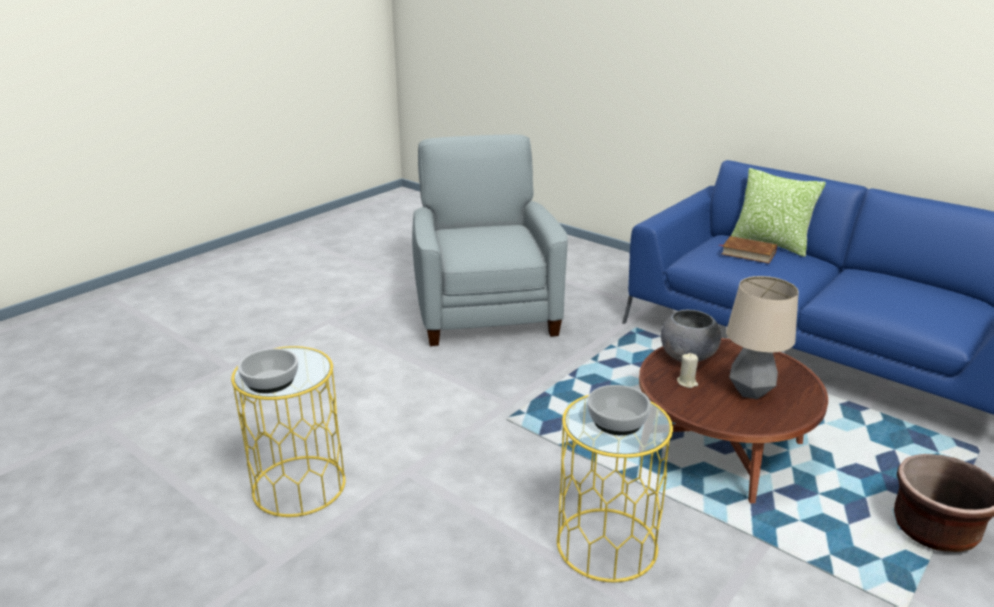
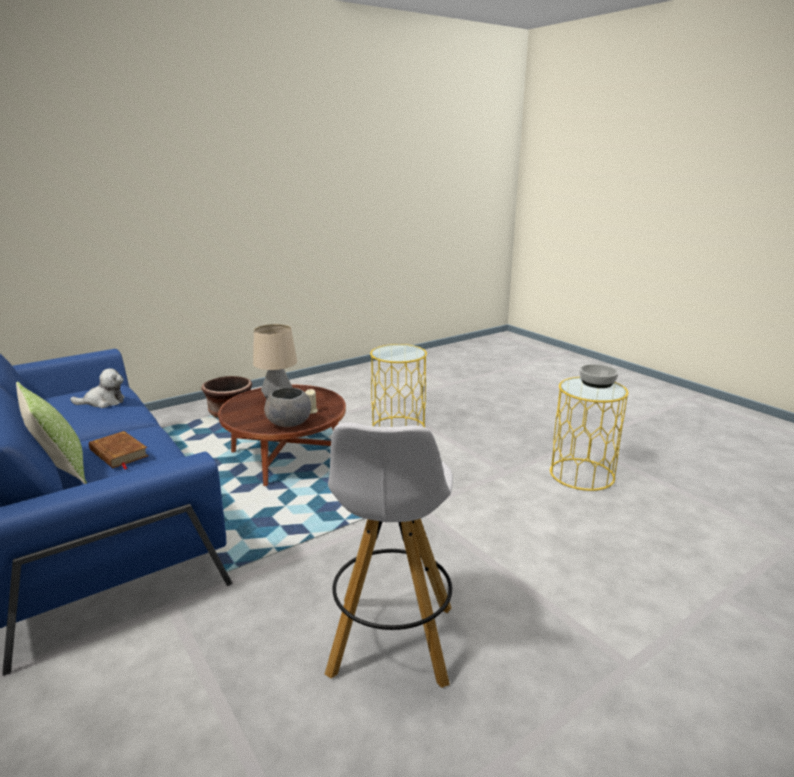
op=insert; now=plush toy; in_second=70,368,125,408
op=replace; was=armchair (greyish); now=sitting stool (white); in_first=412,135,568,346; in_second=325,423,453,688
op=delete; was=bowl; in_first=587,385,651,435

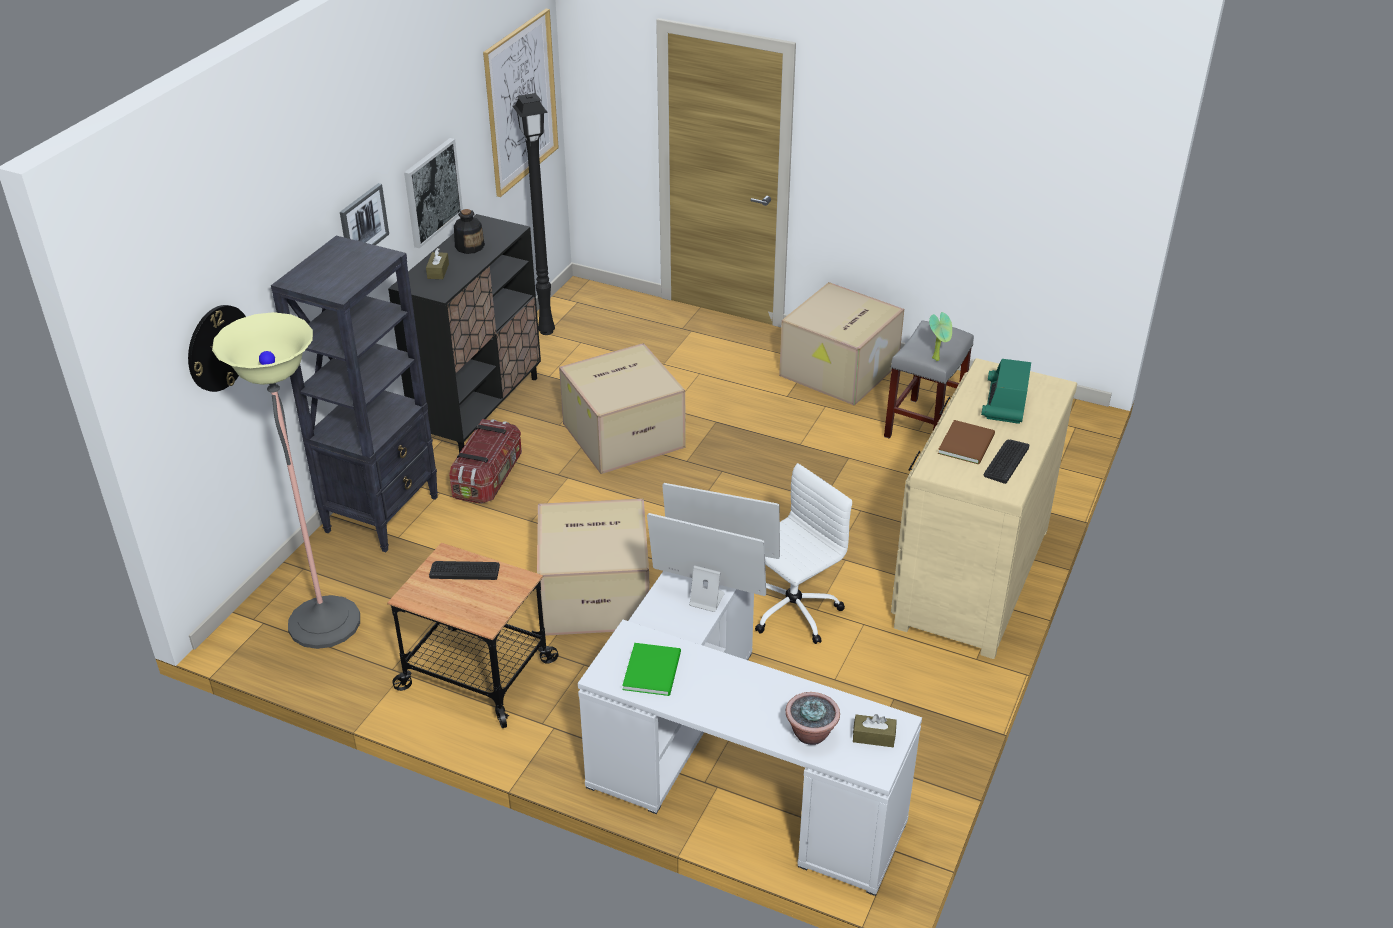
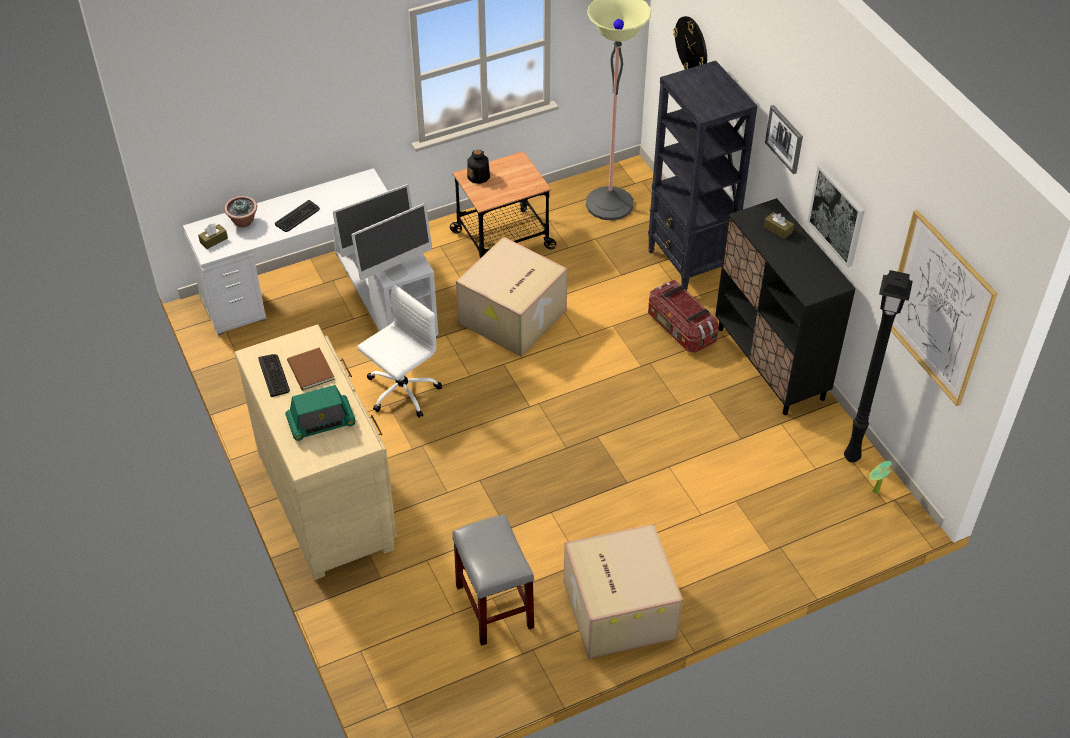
op=move; was=PC keyboard; in_first=429,561,500,580; in_second=275,200,320,232
op=rotate; was=radio receiver; in_first=981,359,1031,424; in_second=285,385,355,441; clockwise=105
op=rotate; was=desk chair (white); in_first=755,463,852,644; in_second=357,284,442,418; clockwise=-135
op=move; was=beverage bottle; in_first=454,209,485,254; in_second=467,149,490,184
op=move; was=plant in a pot; in_first=929,312,952,361; in_second=869,461,892,493
op=delete; was=packing box; in_first=559,343,686,474
op=delete; was=bound book (green); in_first=622,643,681,696

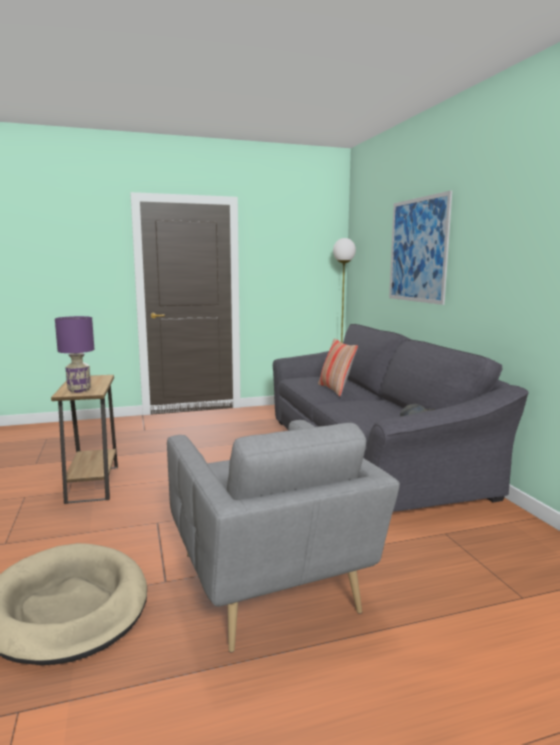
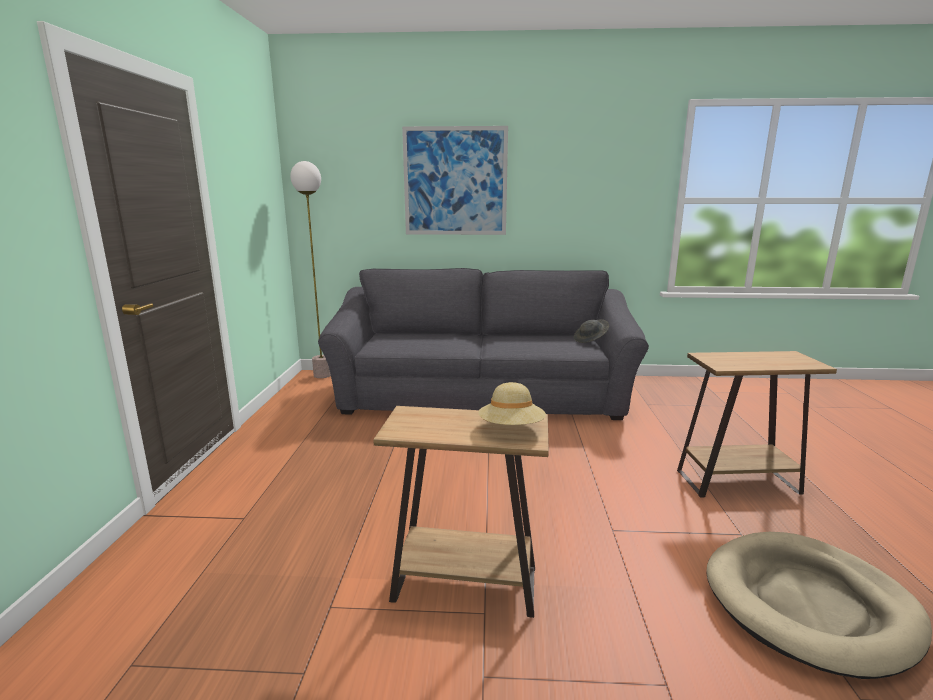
op=replace; was=tabletop lamp (purplish); now=wearable hat (sand-coloured); in_first=55,316,94,393; in_second=479,382,546,425
op=replace; was=armchair (greyish); now=side table (brown); in_first=167,420,400,652; in_second=677,351,837,498
op=delete; was=throw pillow; in_first=318,338,358,396

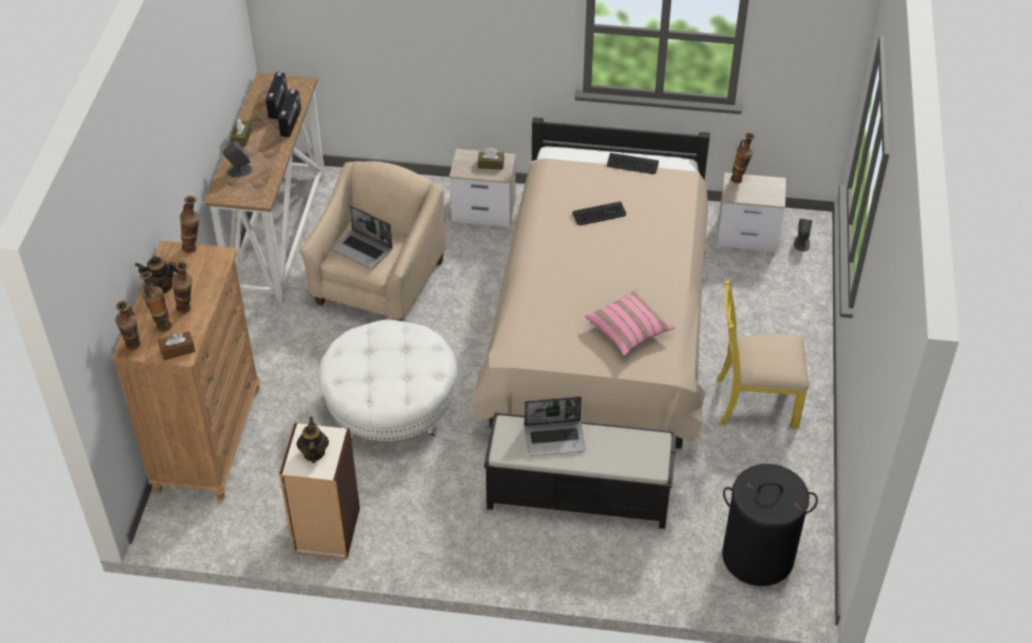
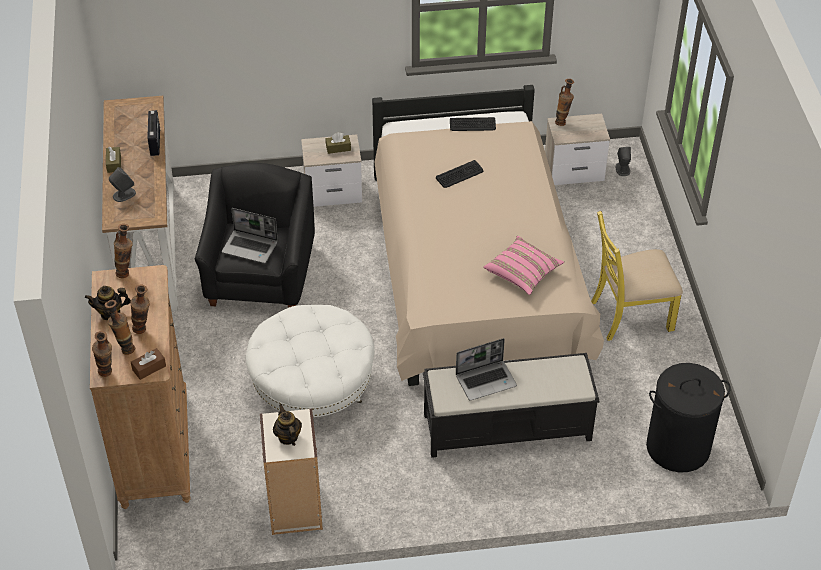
op=recolor; was=armchair (sand-coloured); now=armchair (black-coloured); in_first=300,161,446,321; in_second=194,163,315,308
op=delete; was=radio receiver; in_first=266,72,288,119

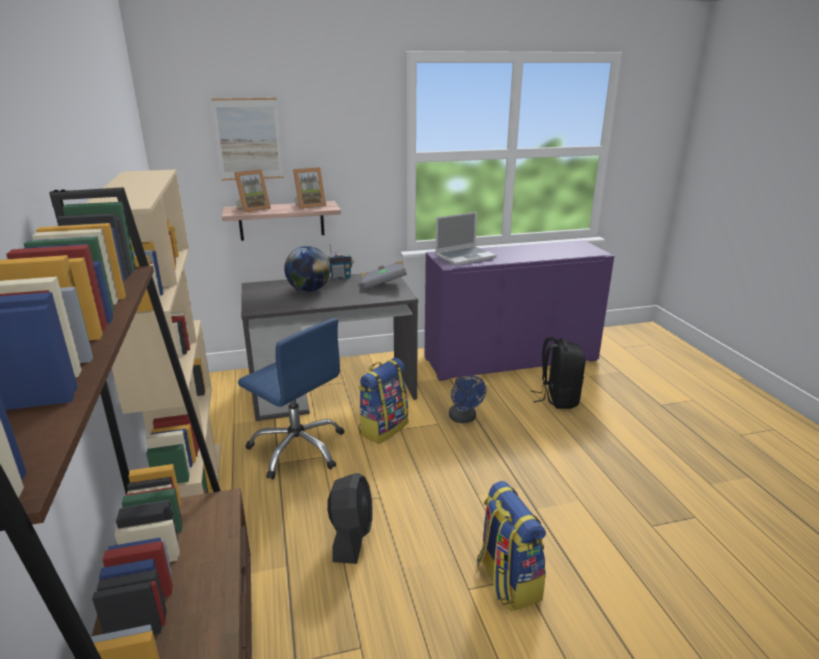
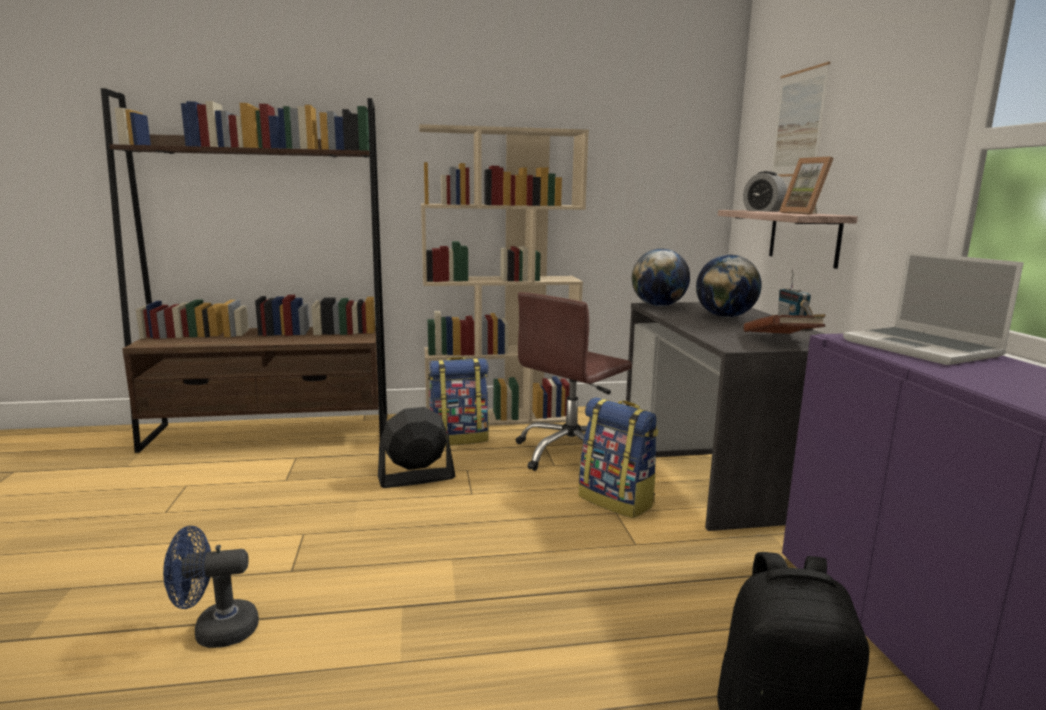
op=move; was=electric fan (bluish); in_first=449,376,486,423; in_second=163,526,259,648
op=rotate; was=electric fan (black-coloured); in_first=327,473,373,564; in_second=378,407,456,488; clockwise=150
op=move; was=backpack; in_first=477,481,546,611; in_second=428,357,489,446
op=recolor; was=desk chair (bluish); now=desk chair (brown); in_first=238,318,344,480; in_second=516,292,632,471
op=insert; now=desk globe; in_second=632,249,690,306
op=replace; was=standing frame; now=table clock; in_first=234,169,271,213; in_second=743,171,787,212
op=recolor; was=bound book (greyish); now=bound book (brown); in_first=361,260,407,289; in_second=743,314,826,334

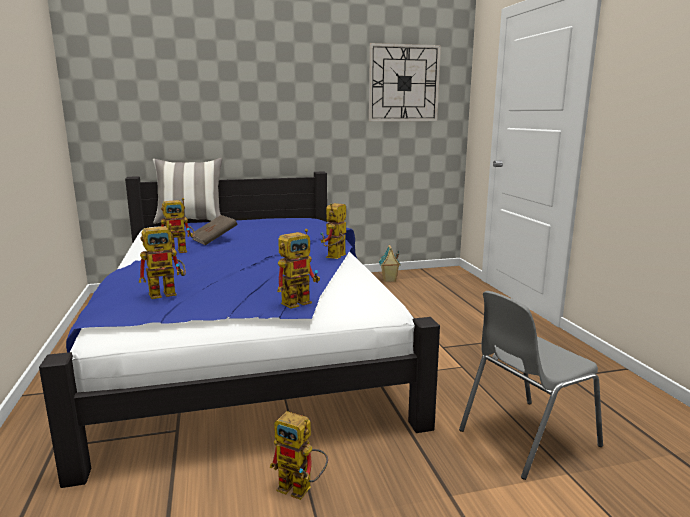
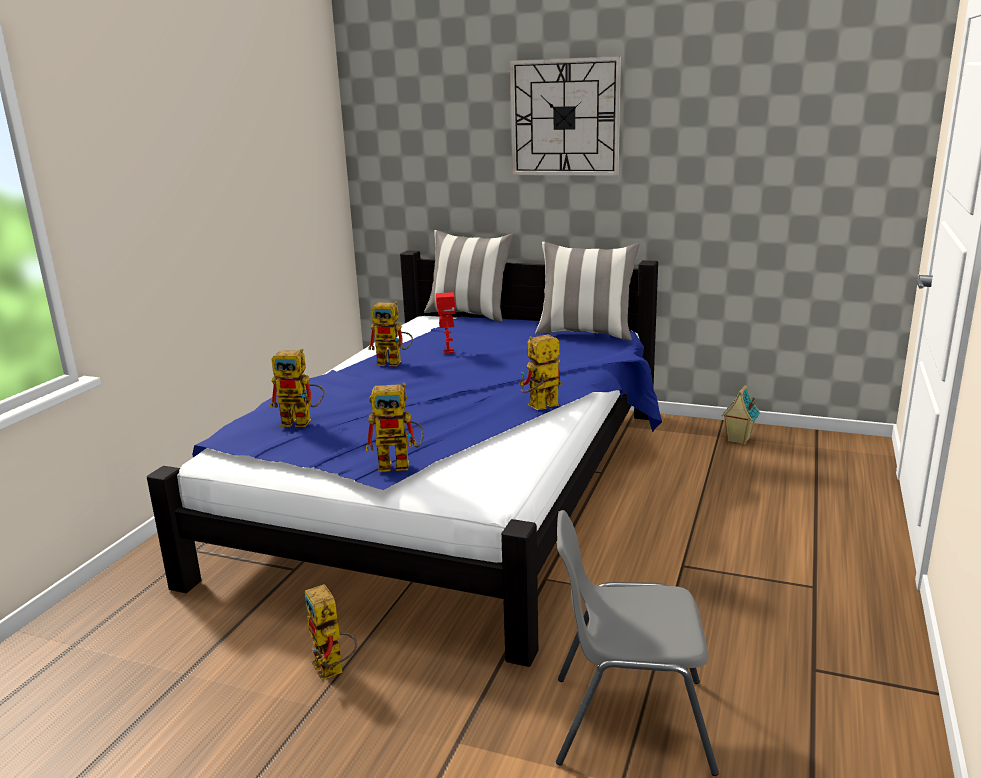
op=replace; was=bound book (brown); now=model robot; in_first=192,215,238,245; in_second=436,292,455,354
op=move; was=clock on the wall; in_first=369,43,441,121; in_second=510,56,621,176
op=insert; now=throw pillow; in_second=535,242,639,341

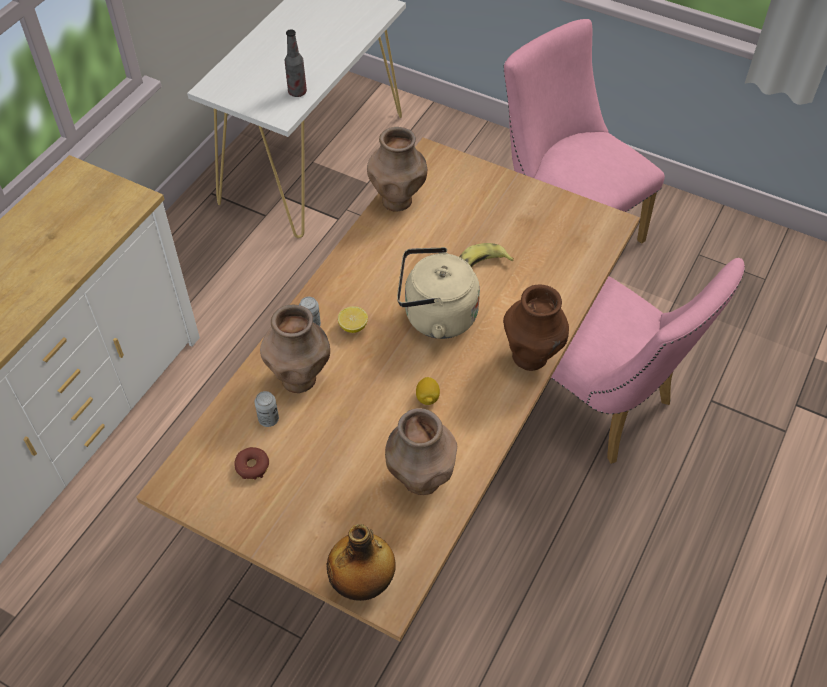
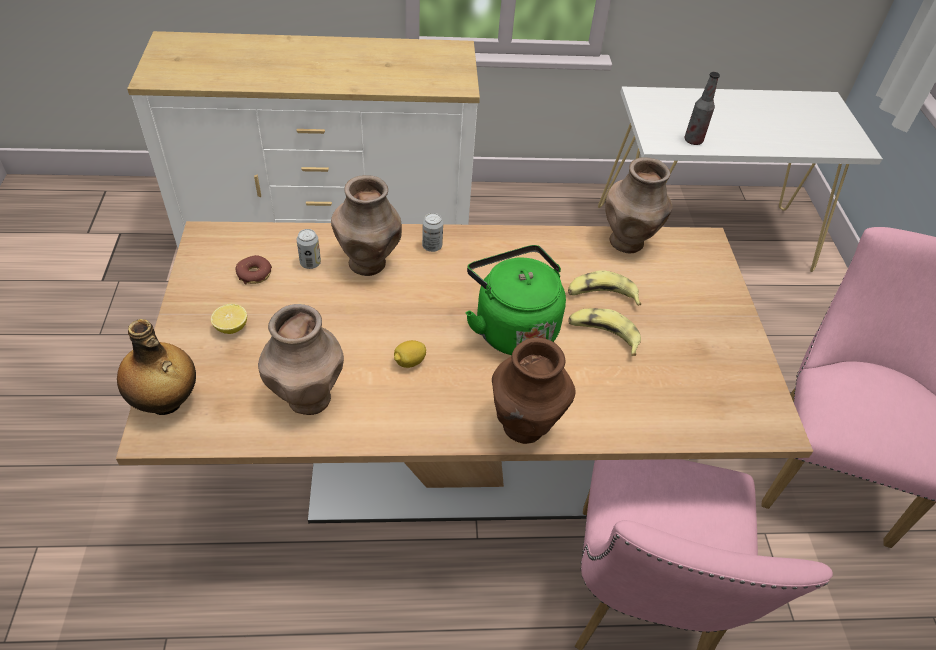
op=move; was=citrus fruit; in_first=338,306,368,333; in_second=211,304,247,334
op=recolor; was=kettle (sand-coloured); now=kettle (green); in_first=397,247,480,339; in_second=465,245,566,355
op=insert; now=banana; in_second=568,270,641,306

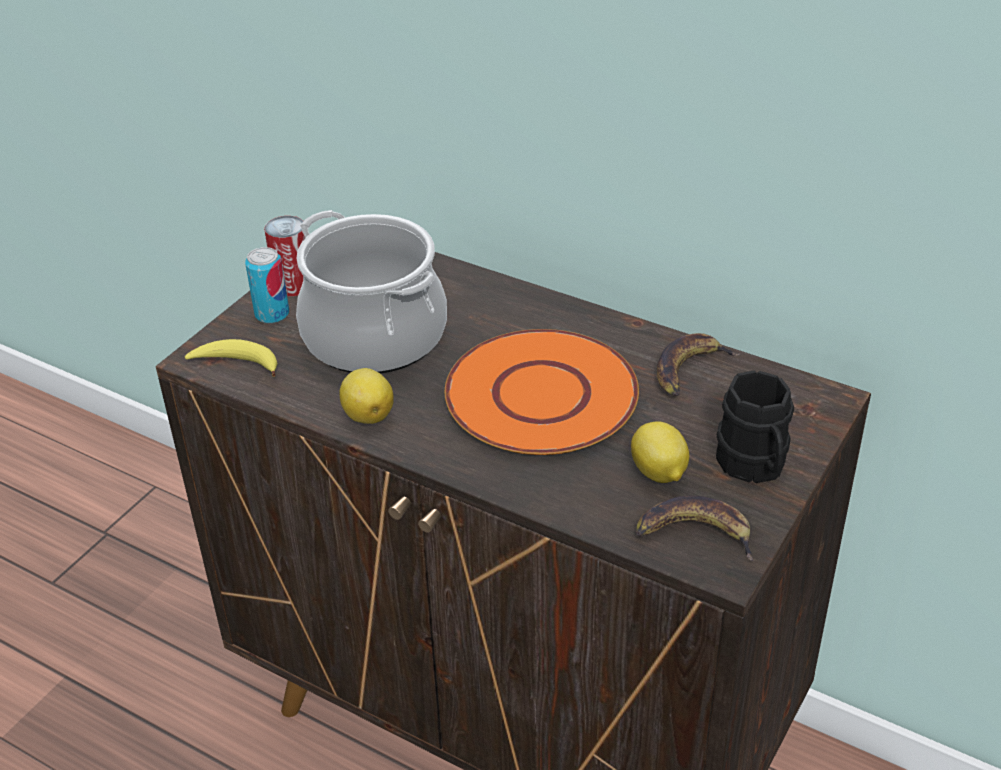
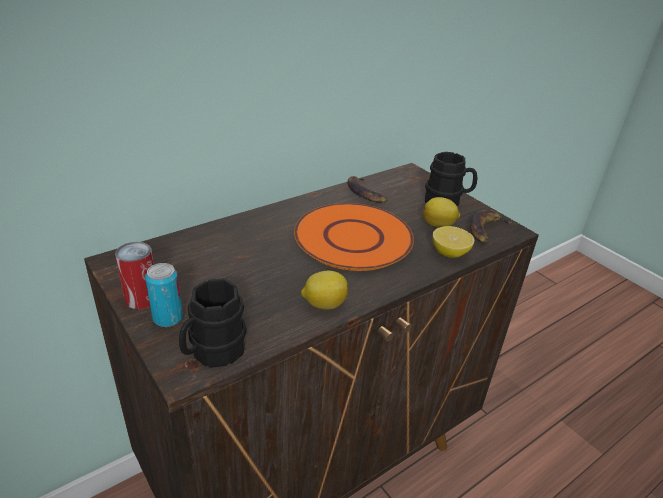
op=replace; was=banana; now=tea mug (black-coloured); in_first=185,339,278,377; in_second=179,279,247,368
op=insert; now=citrus fruit; in_second=433,226,474,258
op=delete; was=stockpot; in_first=296,210,447,374

